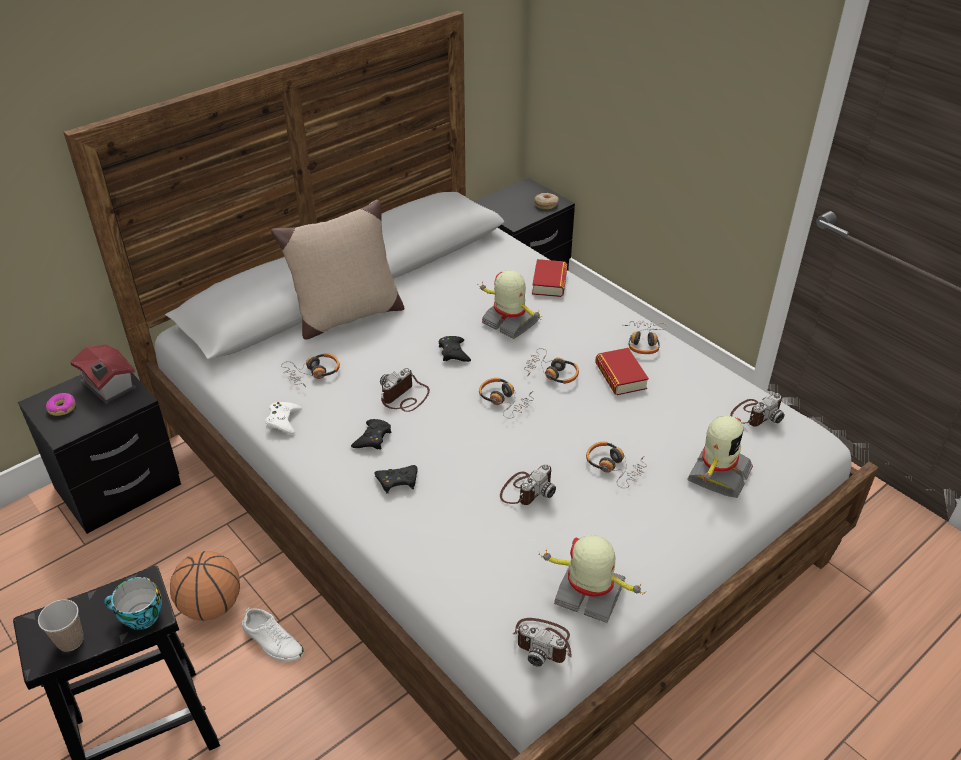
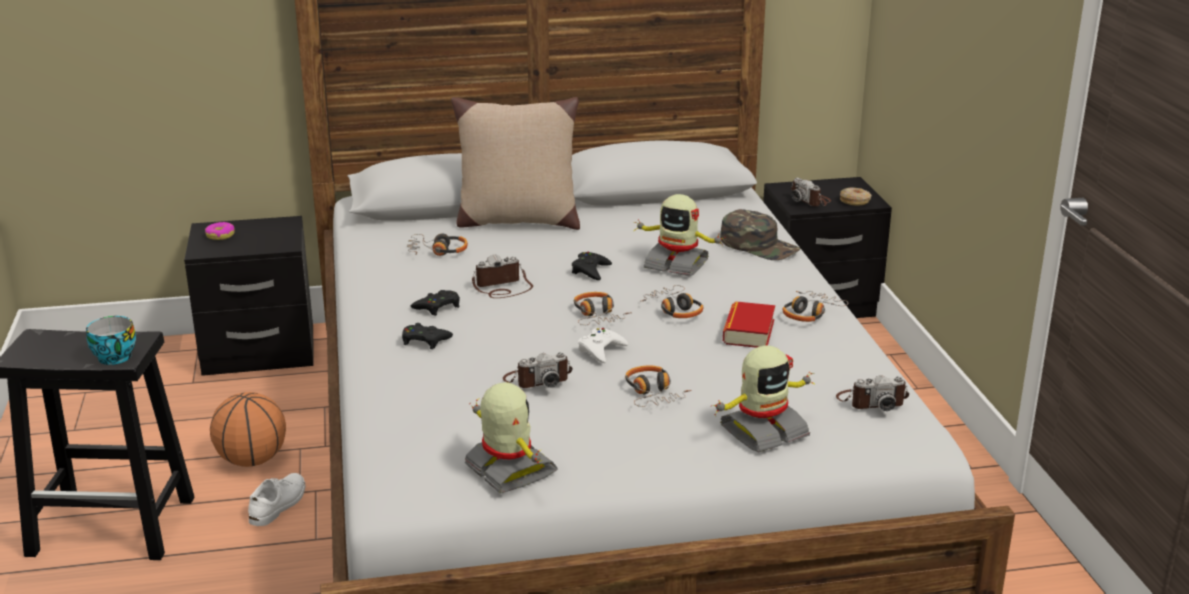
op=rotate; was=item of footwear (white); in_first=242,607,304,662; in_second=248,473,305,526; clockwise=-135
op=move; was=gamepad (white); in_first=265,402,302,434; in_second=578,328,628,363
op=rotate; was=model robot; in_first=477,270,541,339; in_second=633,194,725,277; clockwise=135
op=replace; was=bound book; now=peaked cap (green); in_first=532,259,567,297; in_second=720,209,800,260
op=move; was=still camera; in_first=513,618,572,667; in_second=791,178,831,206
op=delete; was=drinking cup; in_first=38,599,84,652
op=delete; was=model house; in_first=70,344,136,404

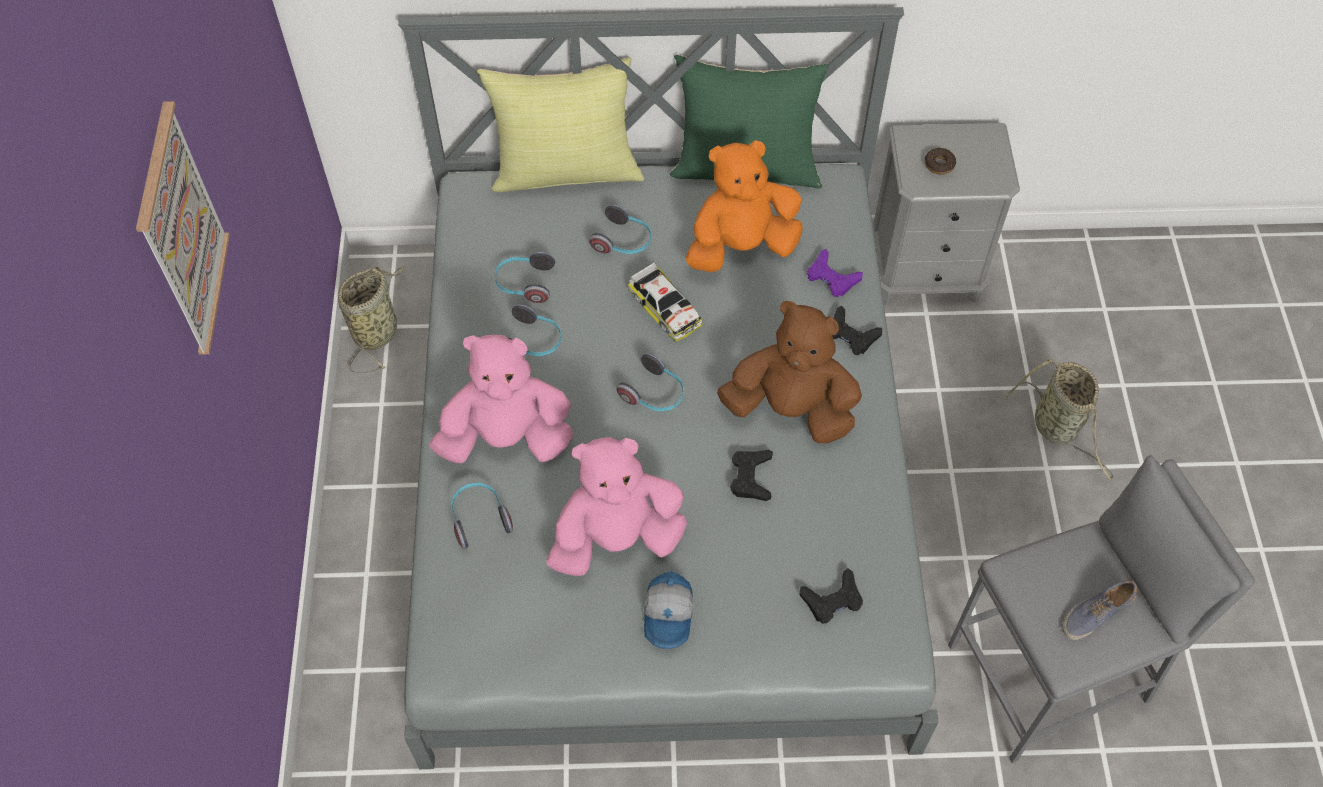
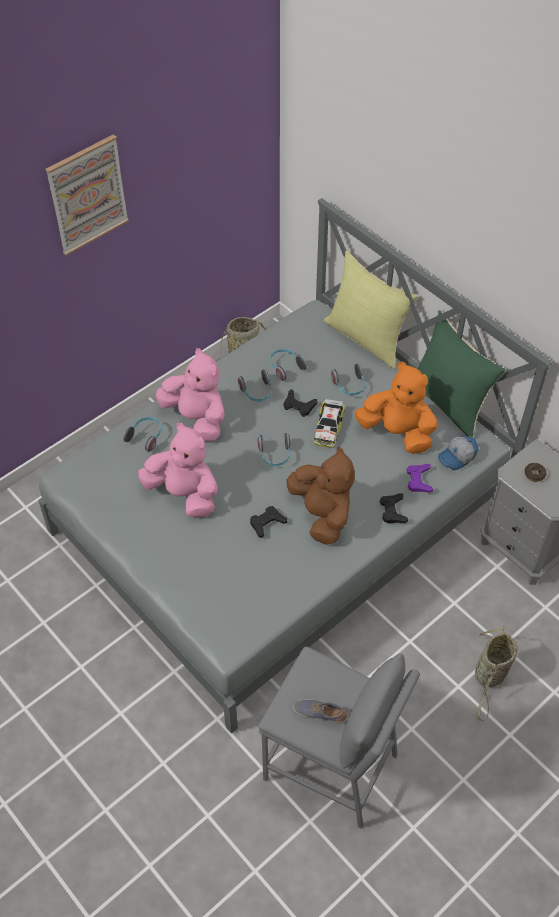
op=move; was=gamepad (black-coloured); in_first=799,568,863,623; in_second=284,389,317,417
op=move; was=peaked cap; in_first=644,571,693,649; in_second=438,436,478,470

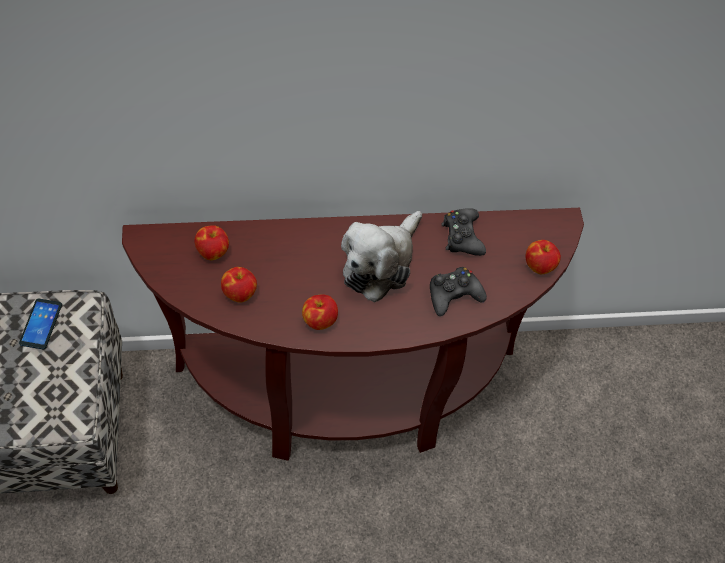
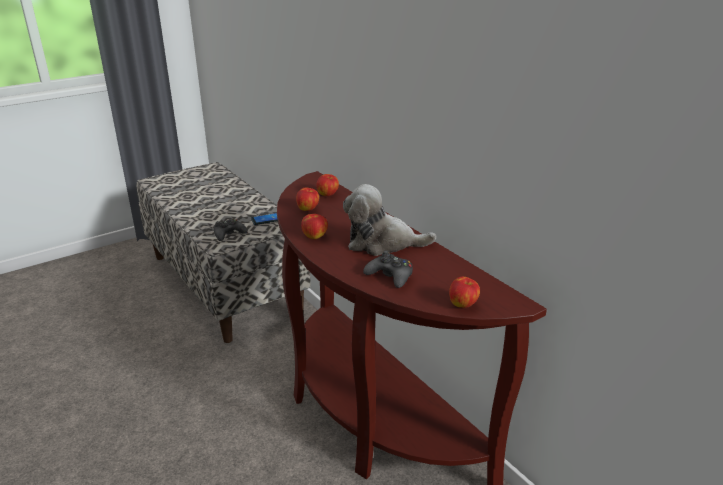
op=move; was=gamepad (black-coloured); in_first=442,208,486,256; in_second=214,219,247,241

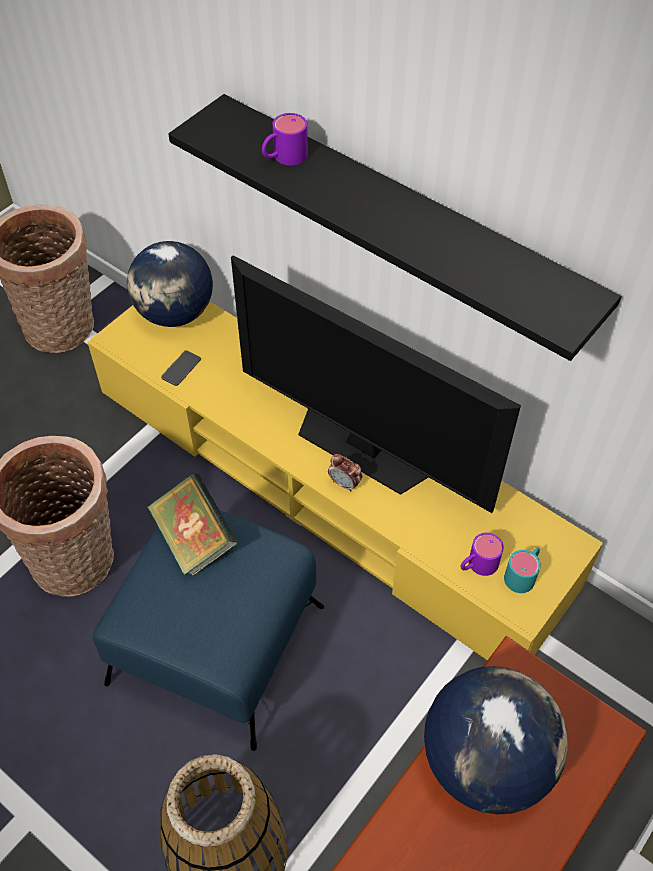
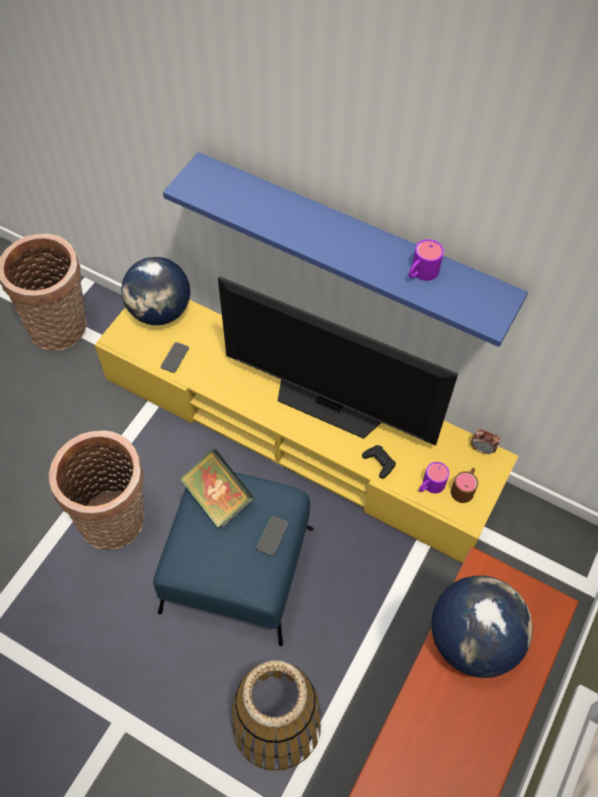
op=recolor; was=shelf (black-coloured); now=shelf (bluish); in_first=168,94,621,361; in_second=163,152,528,347
op=insert; now=telephone; in_second=256,516,288,556
op=insert; now=gamepad (black-coloured); in_second=362,445,396,479
op=move; was=tea mug (purplish); in_first=262,113,308,166; in_second=409,239,444,281
op=recolor; was=tea mug (turquoise-coloured); now=tea mug (brown); in_first=504,548,541,593; in_second=451,468,478,503
op=move; was=table clock; in_first=328,454,362,492; in_second=471,429,501,455

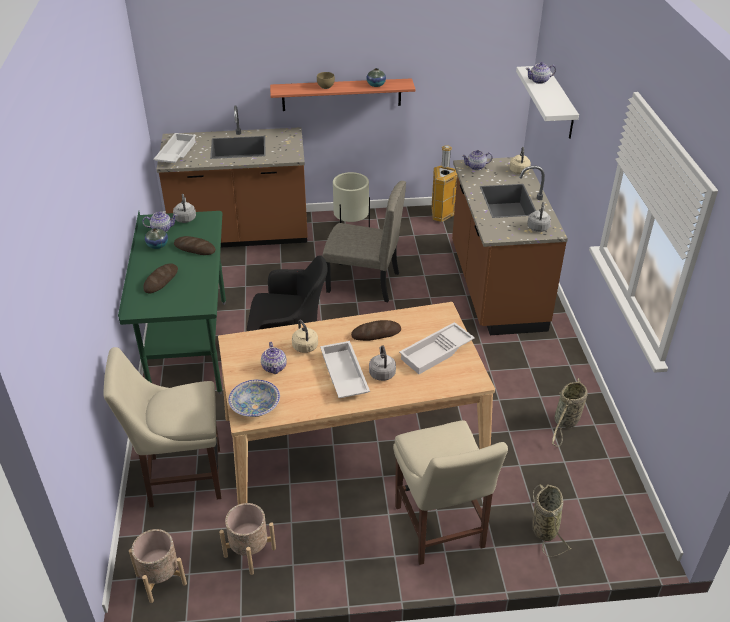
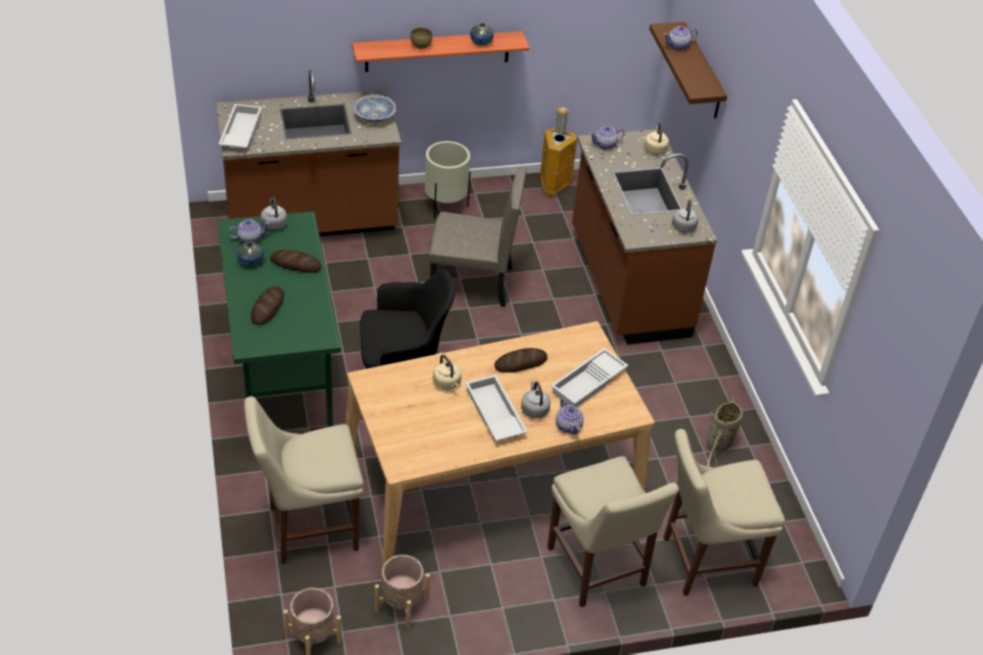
op=move; was=bowl; in_first=228,379,280,417; in_second=353,94,397,122
op=move; was=pot for tea; in_first=261,342,287,374; in_second=556,399,584,435
op=recolor; was=shelf (white); now=shelf (brown); in_first=516,66,579,139; in_second=649,22,727,119
op=replace; was=storage basket; now=chair (sand-coloured); in_first=533,484,571,557; in_second=664,429,785,596

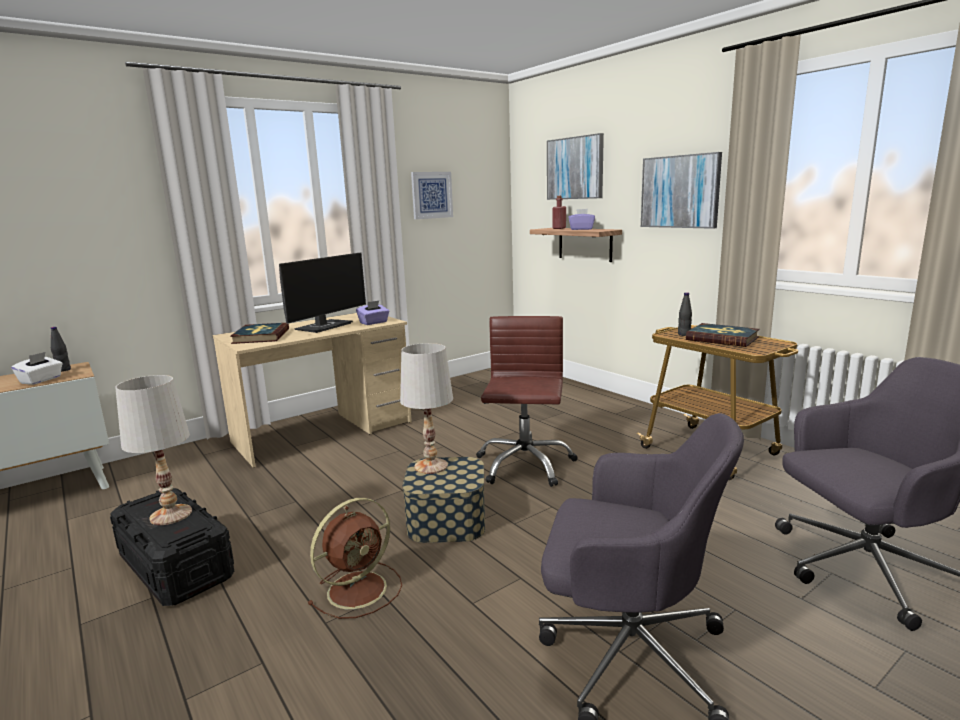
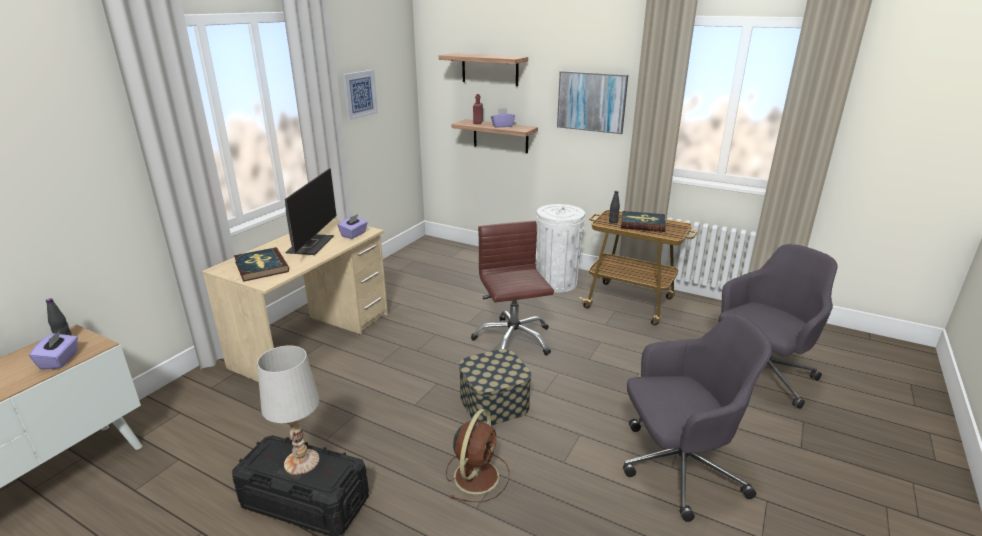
op=recolor; was=tissue holder (white); now=tissue holder (purplish); in_first=11,352,63,385; in_second=29,330,78,370
op=replace; was=picture; now=shelf; in_first=547,133,604,200; in_second=439,53,528,86
op=insert; now=rubbish bin (white); in_second=537,204,585,292
op=delete; was=tabletop lamp (white); in_first=400,343,453,474

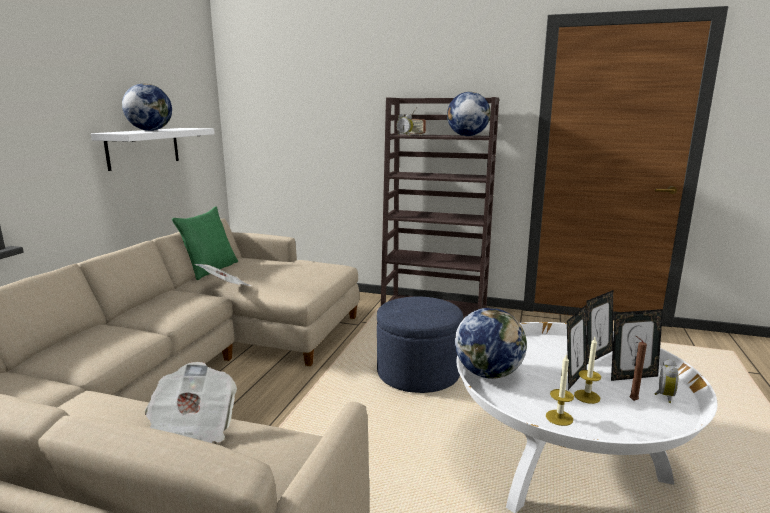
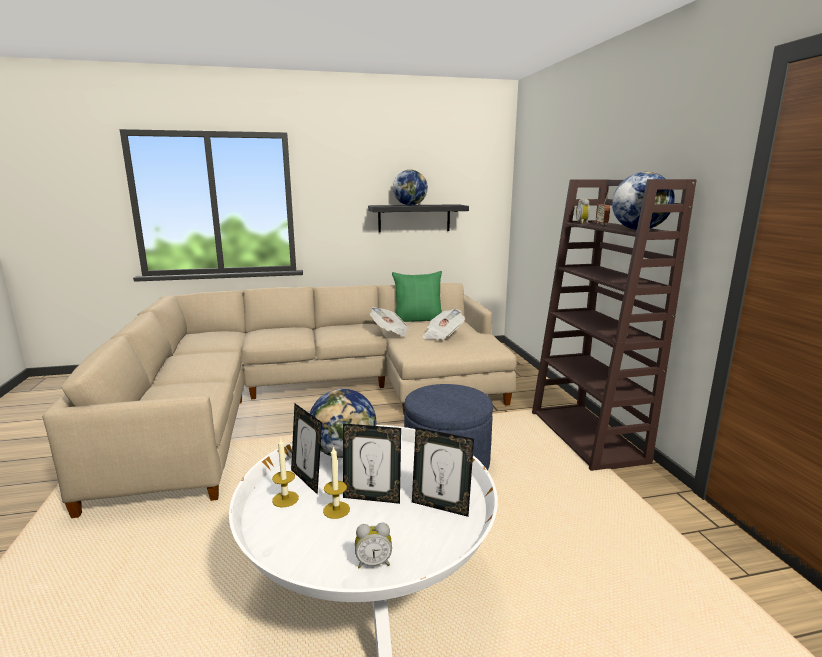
op=move; was=standing frame; in_first=611,309,663,381; in_second=291,404,322,495
op=recolor; was=shelf (white); now=shelf (black-coloured); in_first=91,128,215,171; in_second=368,204,469,233
op=move; was=printed paper; in_first=145,362,237,443; in_second=423,309,465,340
op=delete; was=candle (brown); in_first=629,336,647,401

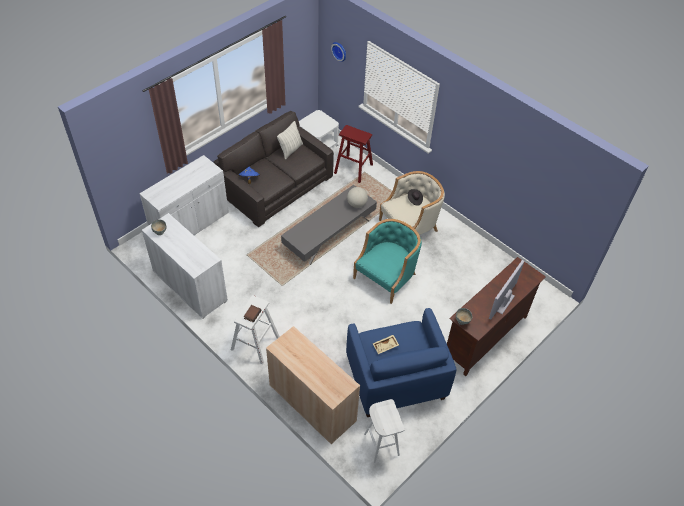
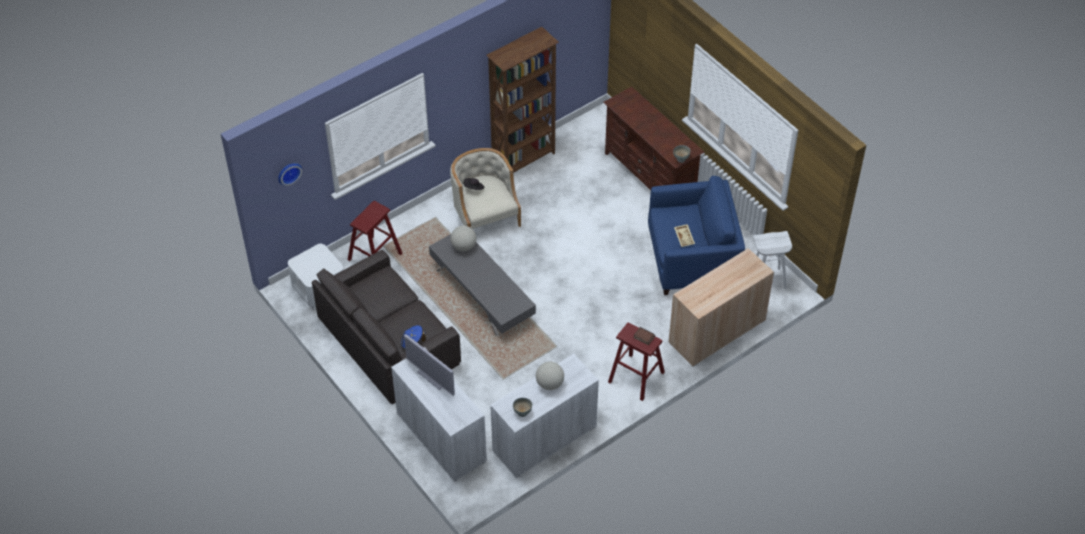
op=move; was=television; in_first=489,260,524,320; in_second=404,334,455,396
op=insert; now=bookshelf (brown); in_second=486,27,559,173
op=insert; now=desk globe; in_second=536,362,564,390
op=recolor; was=sitting stool (white); now=sitting stool (reddish); in_first=231,295,280,364; in_second=608,323,665,401
op=delete; was=throw pillow; in_first=277,121,303,160
op=delete; was=armchair (turquoise-coloured); in_first=353,219,422,304

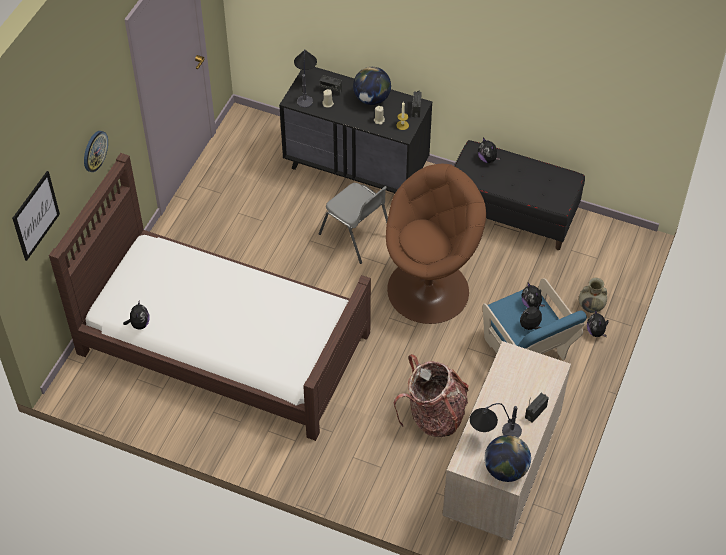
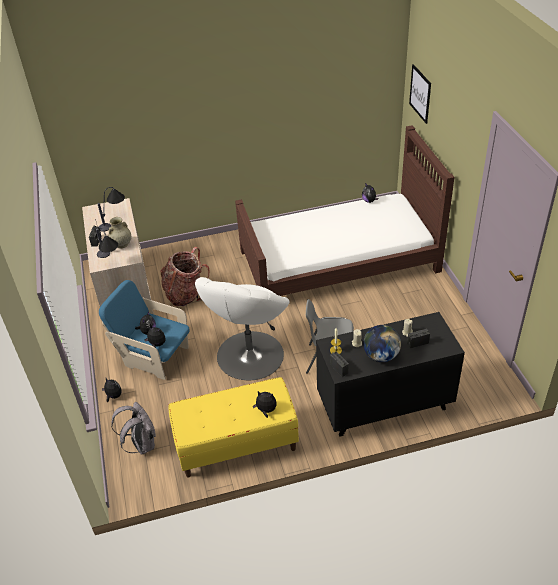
op=move; was=tabletop lamp; in_first=294,49,317,108; in_second=96,227,118,258
op=move; was=flower vase (sand-coloured); in_first=579,278,607,313; in_second=109,217,131,248
op=insert; now=backpack (greyish); in_second=111,402,156,455
op=recolor; was=long seat (black-coloured); now=long seat (yellow); in_first=454,140,585,250; in_second=168,377,299,478
op=recolor; was=armchair (brown); now=armchair (white); in_first=386,164,486,324; in_second=195,277,290,380
op=delete; was=clock on the wall; in_first=84,131,108,172
op=delete; was=desk globe; in_first=484,435,531,482

